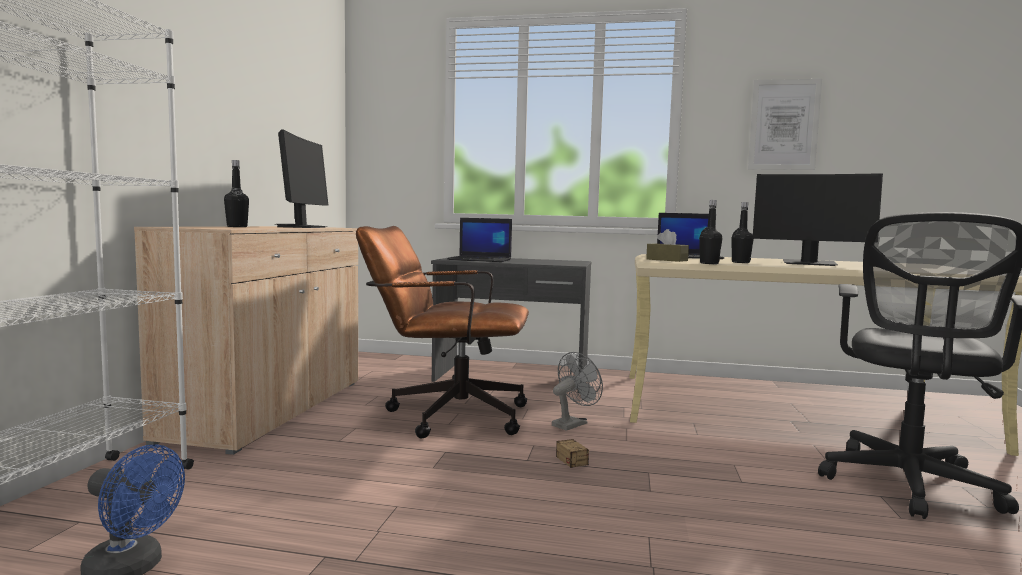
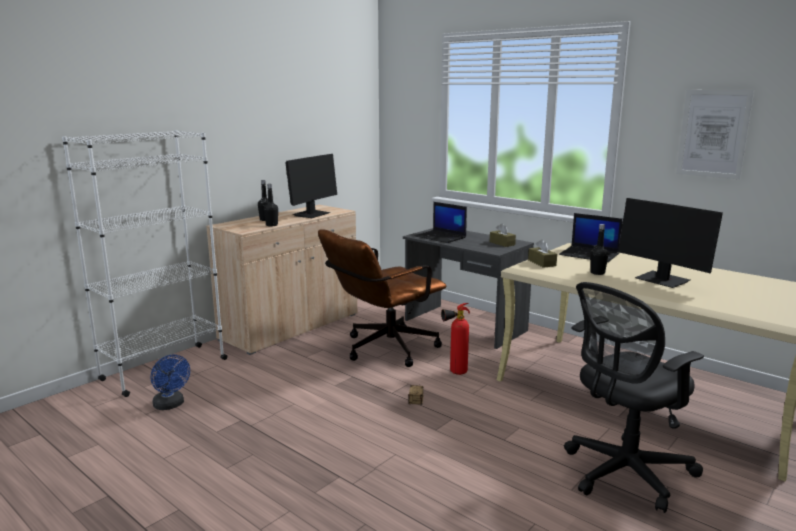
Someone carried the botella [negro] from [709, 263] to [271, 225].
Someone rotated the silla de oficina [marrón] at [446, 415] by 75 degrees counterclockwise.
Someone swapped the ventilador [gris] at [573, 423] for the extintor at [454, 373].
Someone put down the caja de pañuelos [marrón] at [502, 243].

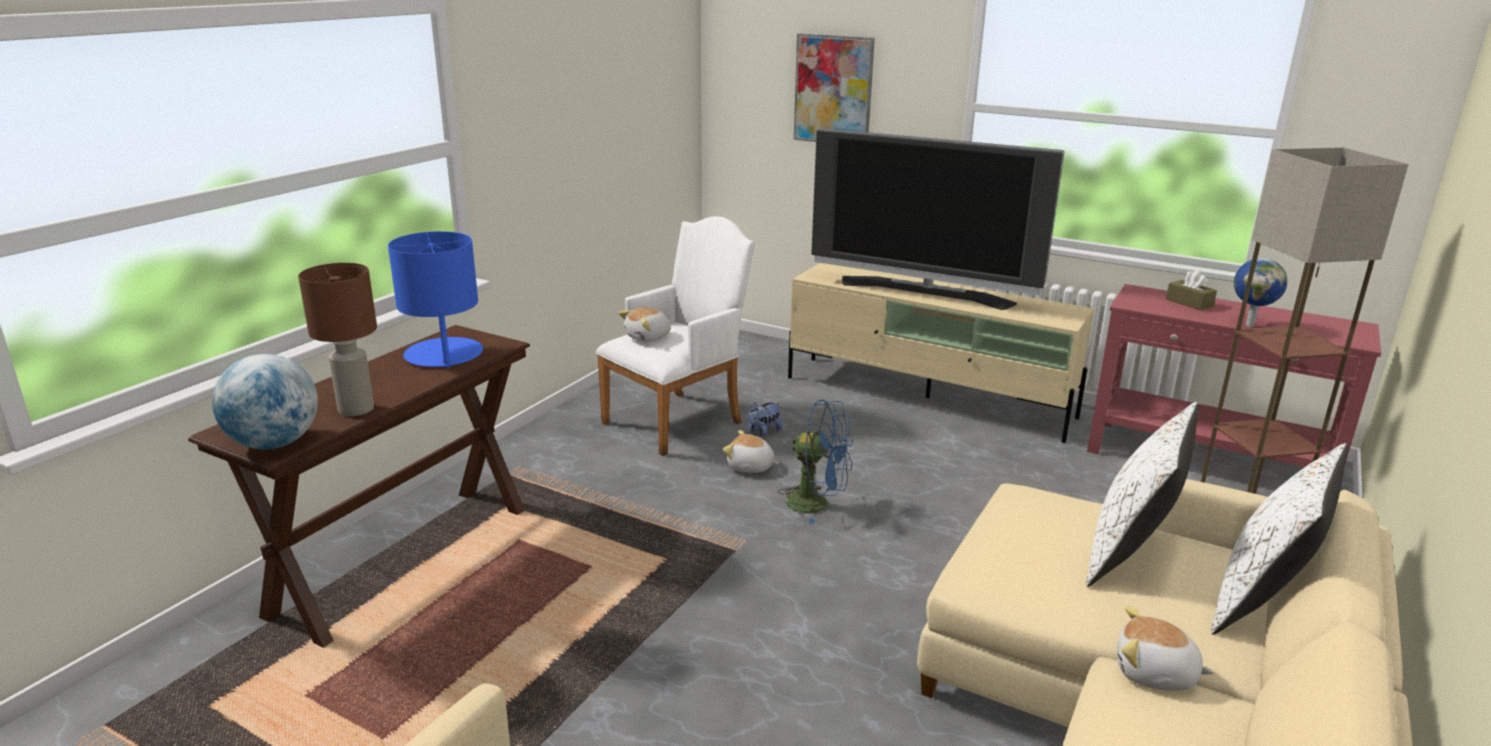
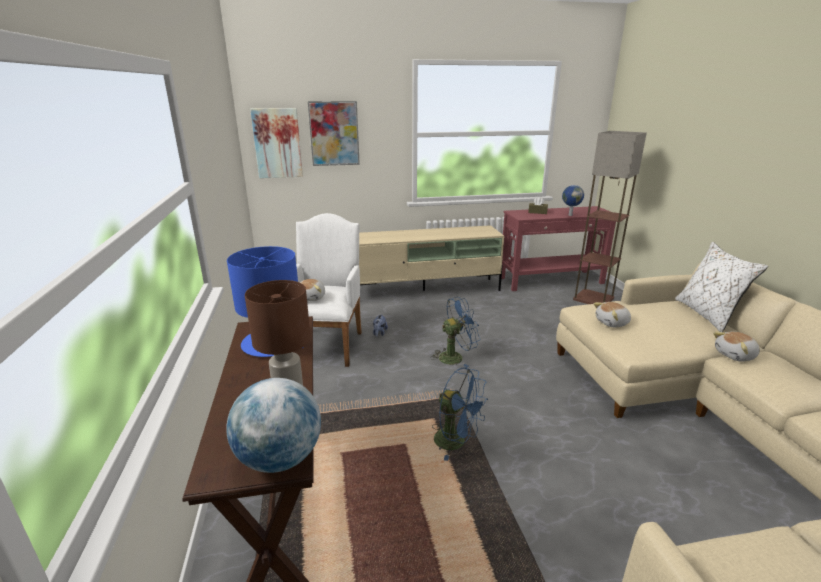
Someone put up the cuadro at [277, 143].
Someone put down the ventilador [azul] at [456, 442].
Someone carried the peluche from [750, 467] to [612, 323].
Someone took away the televisor at [925, 292].
Someone took away the cojín [blanco] at [1131, 553].

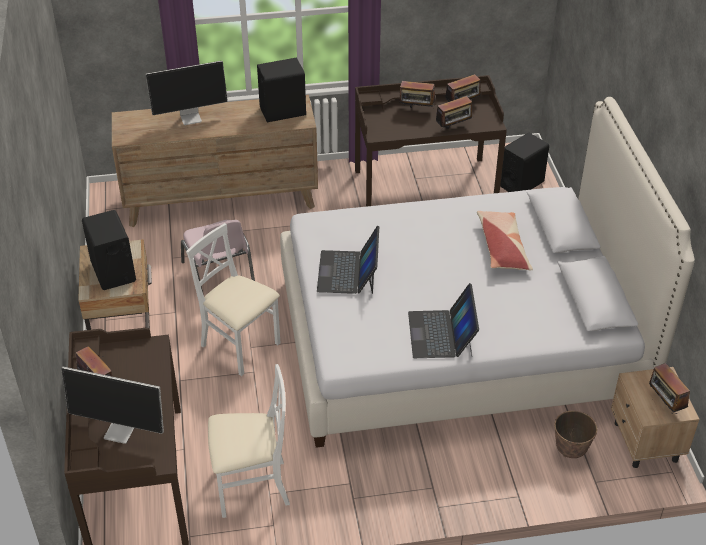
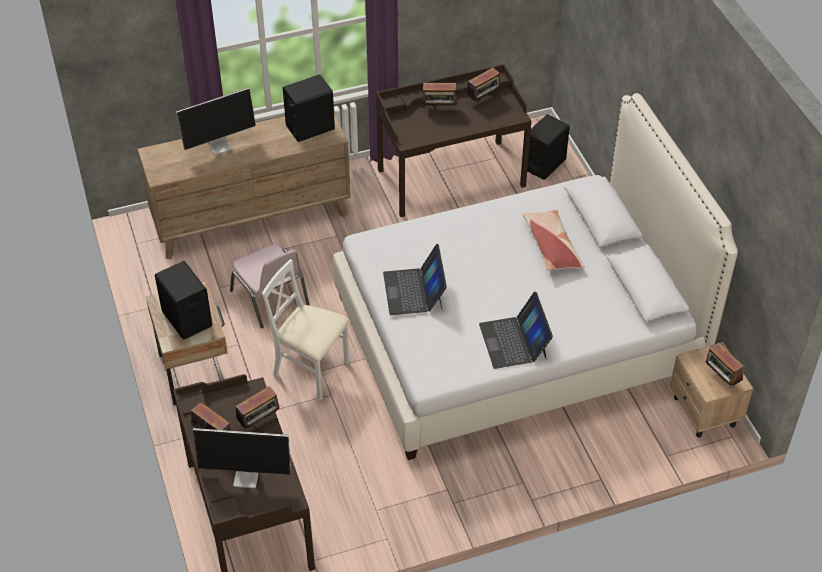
Someone carried the radio from [454, 128] to [260, 421].
Someone took away the silla [blanco] at [251, 487].
Someone took away the maceta at [570, 451].

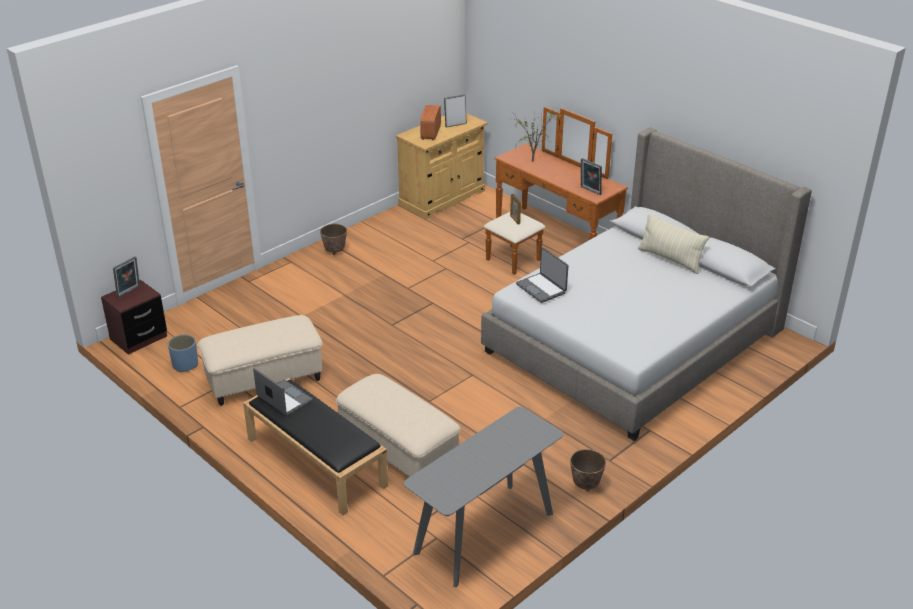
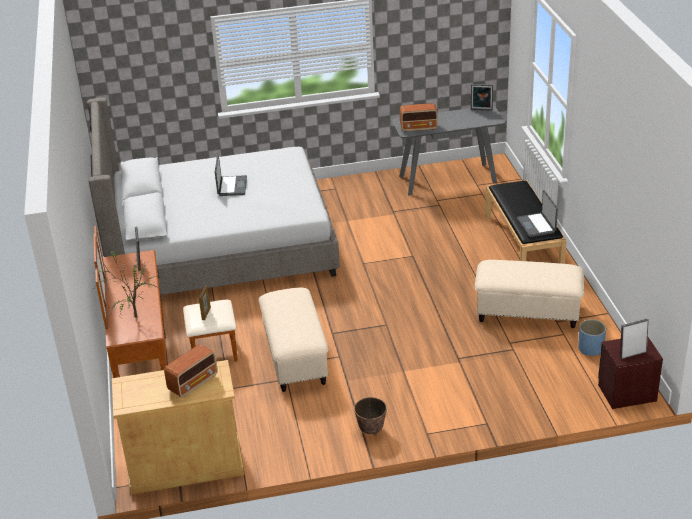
Someone carried the portátil from [541, 288] to [231, 186].
Someone carried the puf [beis] from [397, 451] to [296, 357].
Someone put down the radio at [419, 128].
Someone carried the portarretratos from [455, 124] to [481, 110].
Someone took away the maceta at [586, 485].
Someone took away the cojín [beis] at [670, 259].

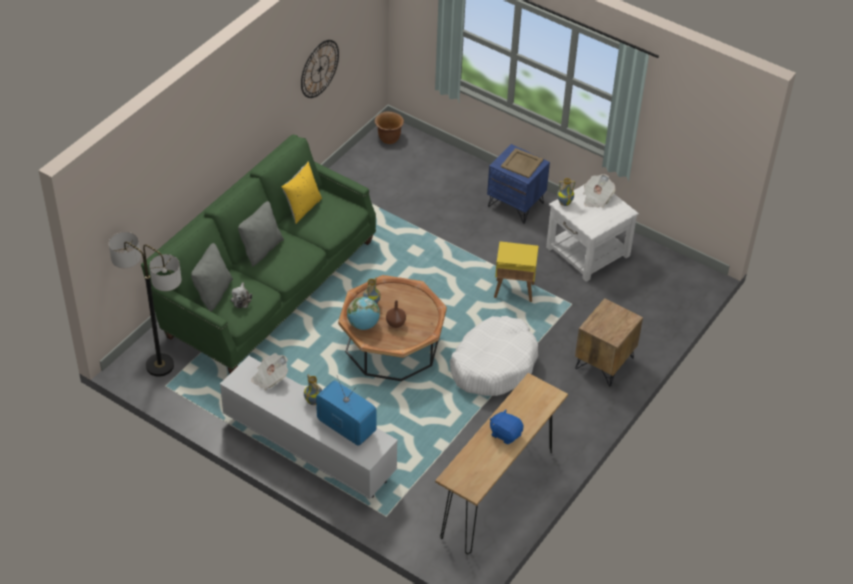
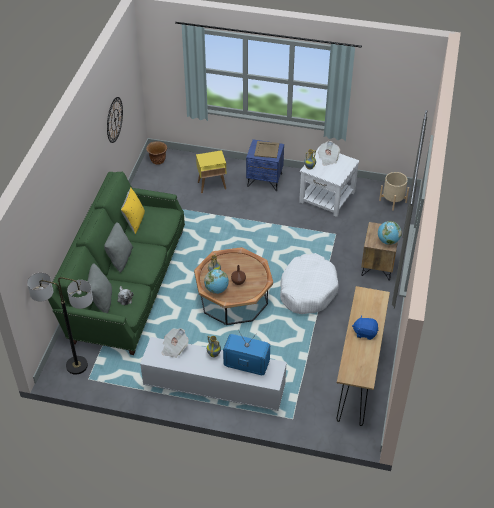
Someone carried the mesa auxiliar [amarillo] from [514, 291] to [212, 185].
Someone put down the globo terráqueo at [388, 241].
Someone put down the maceta [beis] at [393, 201].

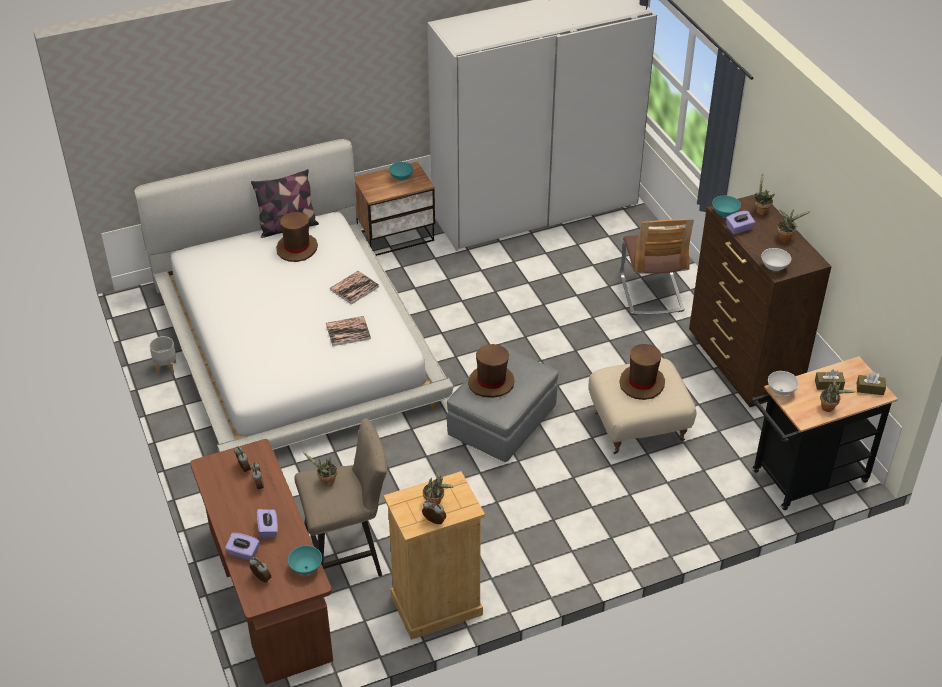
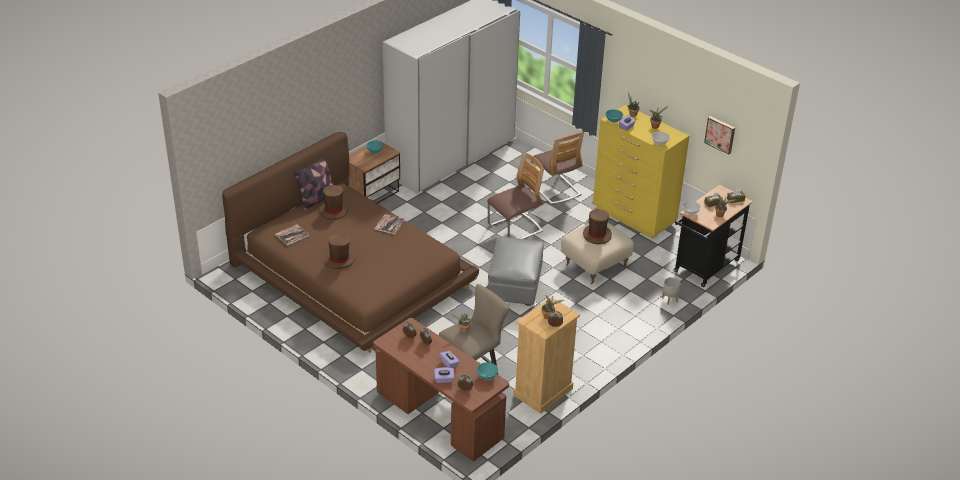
Someone repainted the cama [blanco] at [295, 342], which became the cama [marrón] at [351, 273].
Someone carried the libro from [348, 331] to [292, 235].
Someone carried the sombrero [marrón] from [491, 383] to [339, 260].
Someone put down the silla at [515, 229].
Someone repainted the cómoda [marrón] at [742, 366], which became the cómoda [amarillo] at [634, 217].
Someone carried the maceta [gris] from [166, 368] to [670, 299].
Someone put up the cuadro at [720, 134].

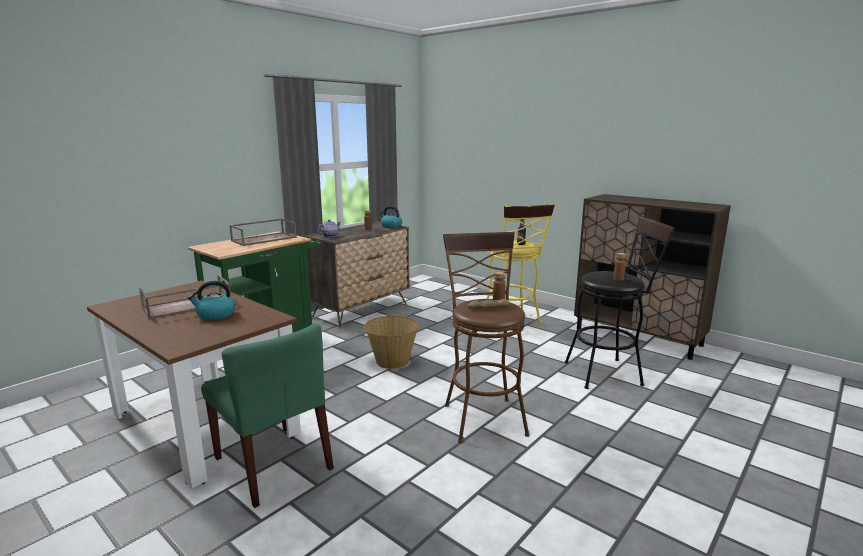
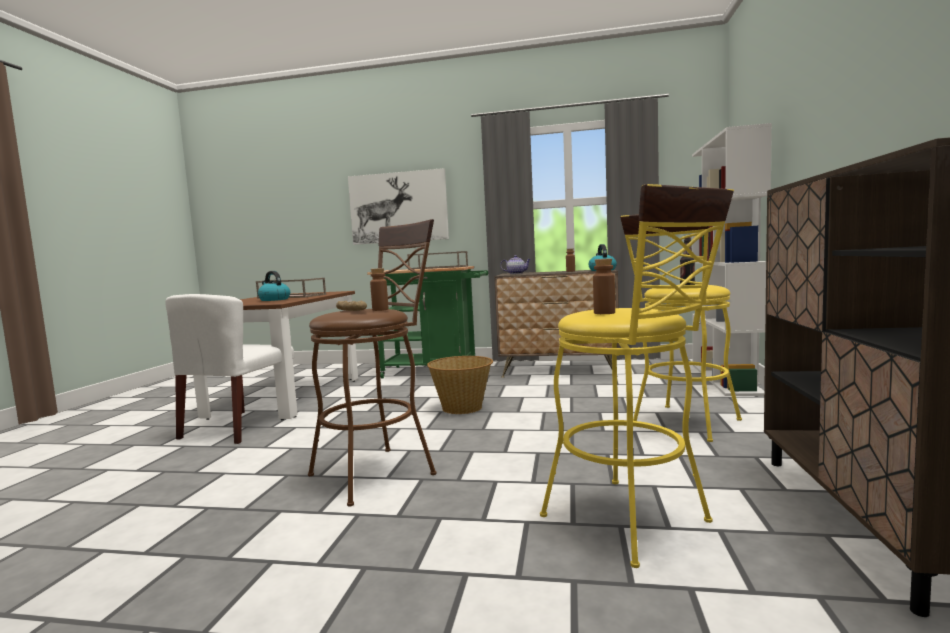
Someone repainted the silla [verde] at [273, 464], which became the silla [blanco] at [239, 426].
Someone put up the cuadro at [398, 207].
Someone repainted the taburete [negro] at [609, 373], which became the taburete [amarillo] at [636, 523].
Someone put down the estantería [blanco] at [726, 379].

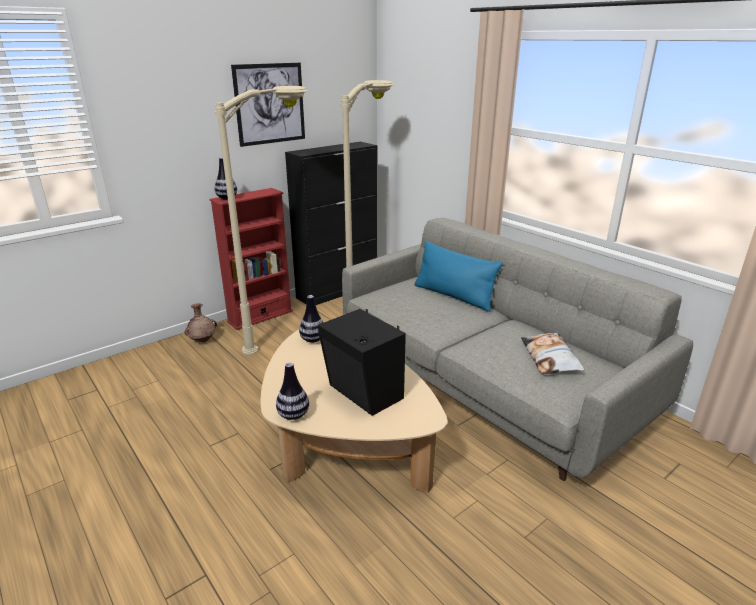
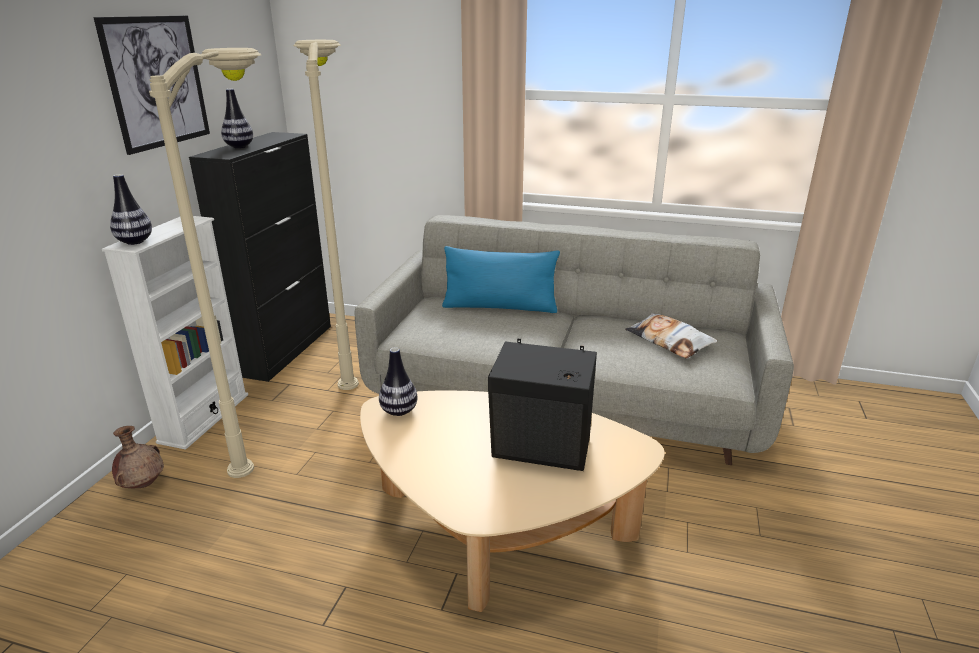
Someone repainted the estantería [rojo] at [260, 316], which became the estantería [blanco] at [204, 418].
Someone carried the florero from [293, 415] to [239, 147].

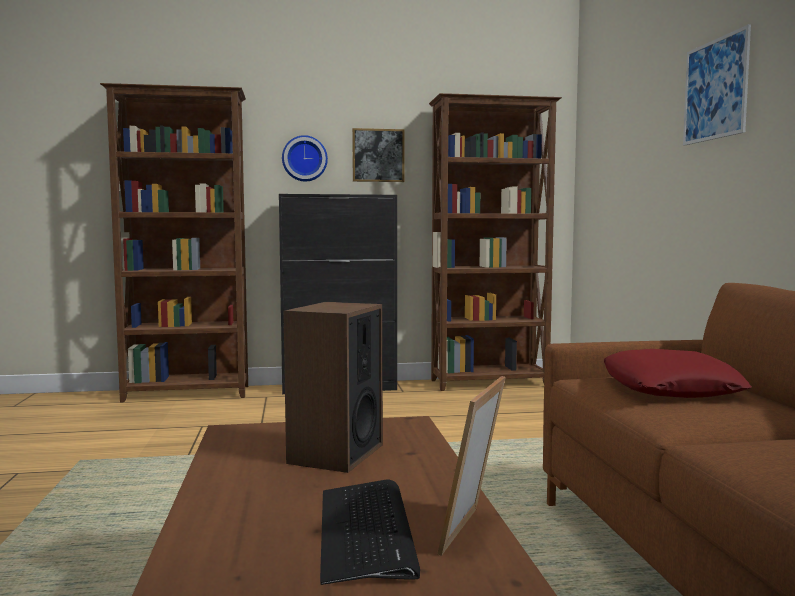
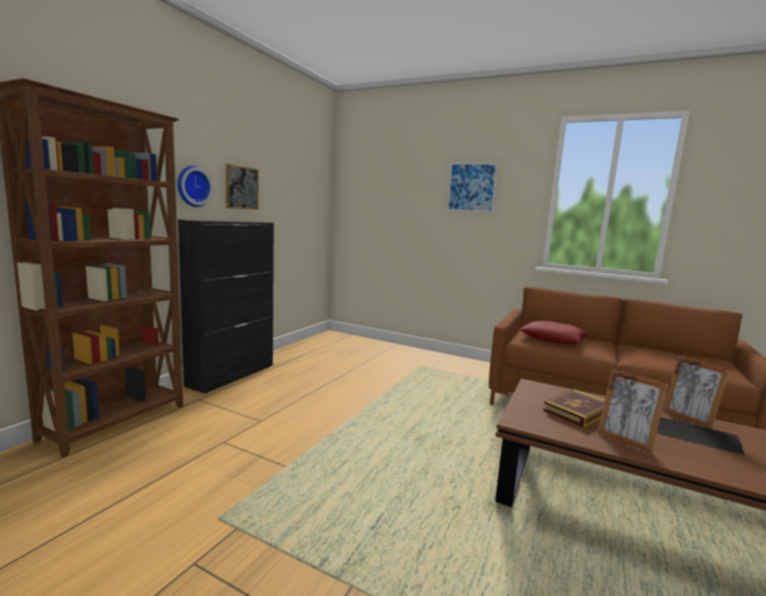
Someone swapped the altavoz at [335, 454] for the libro at [577, 411].
Someone put down the portarretratos at [625, 440].
Someone took away the estantería [marrón] at [490, 384].

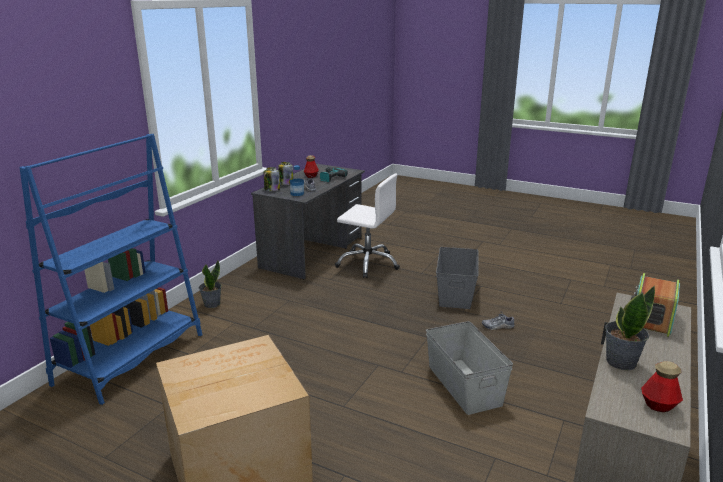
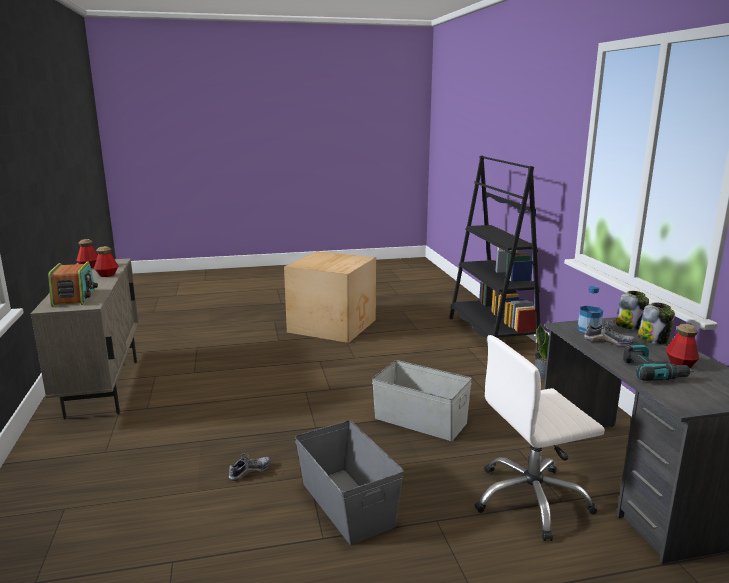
Someone swapped the planta en maceta at [620, 361] for the botella at [107, 275].
Someone carried the caja de almacenaje [gris] from [464, 385] to [420, 421].
Someone repainted the estantería [azul] at [131, 359], which became the estantería [negro] at [492, 334].

